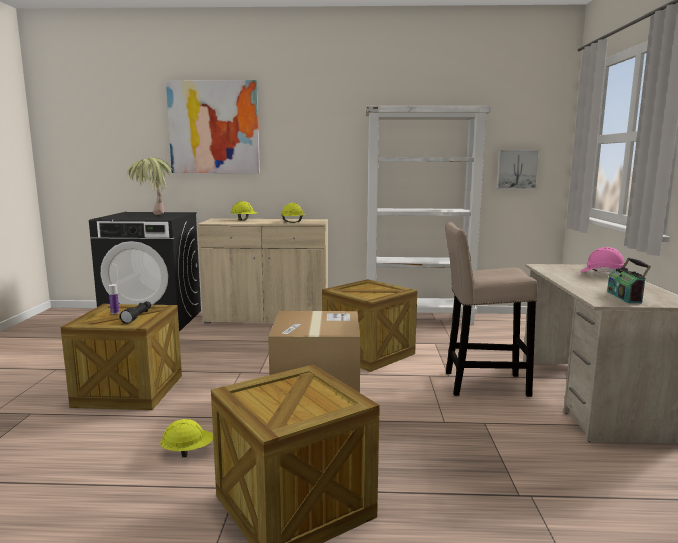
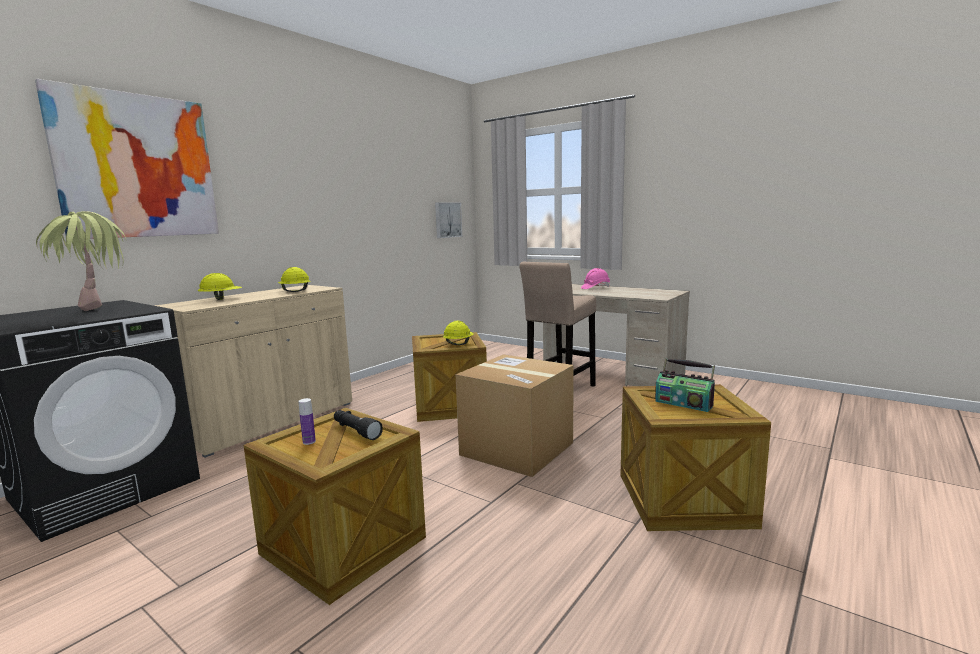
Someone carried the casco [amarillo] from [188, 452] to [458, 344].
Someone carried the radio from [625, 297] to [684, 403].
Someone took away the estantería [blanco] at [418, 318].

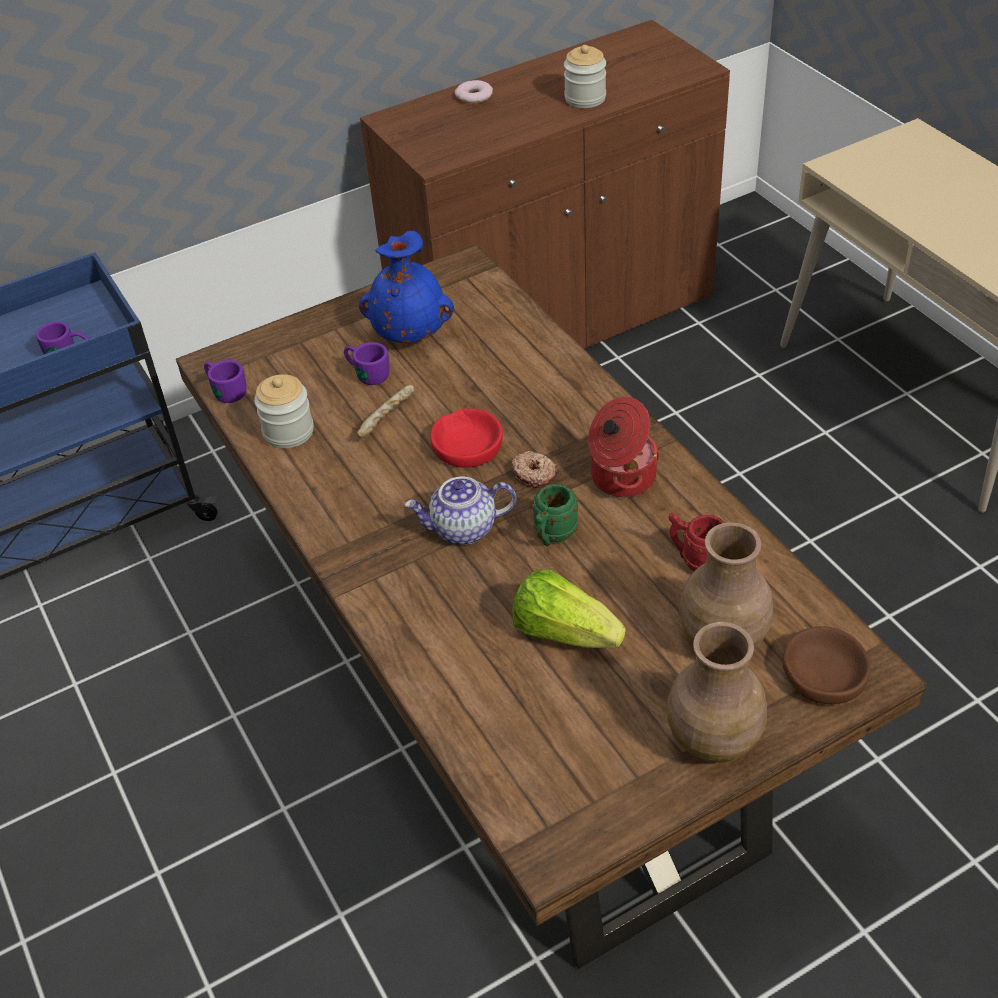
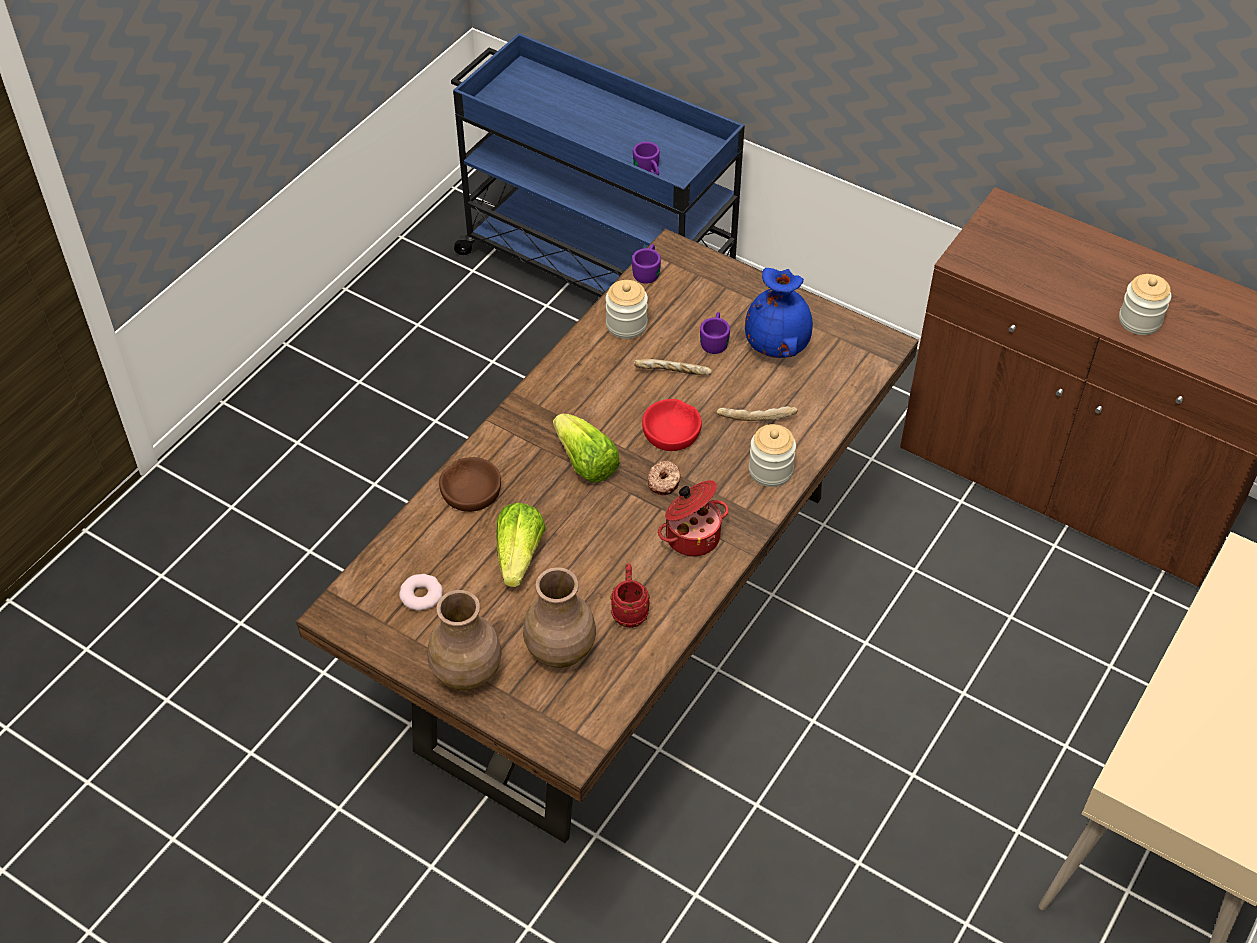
Someone carried the rosquilla from [474, 96] to [421, 595].
Someone carried the cuenco [marrón] from [824, 674] to [471, 490].
Someone swapped the tetera at [463, 529] for the lechuga at [585, 462].
Someone put down the pan at [756, 416].
Someone put down the tarro at [770, 470].
Someone took away the taza grande [verde] at [552, 536].

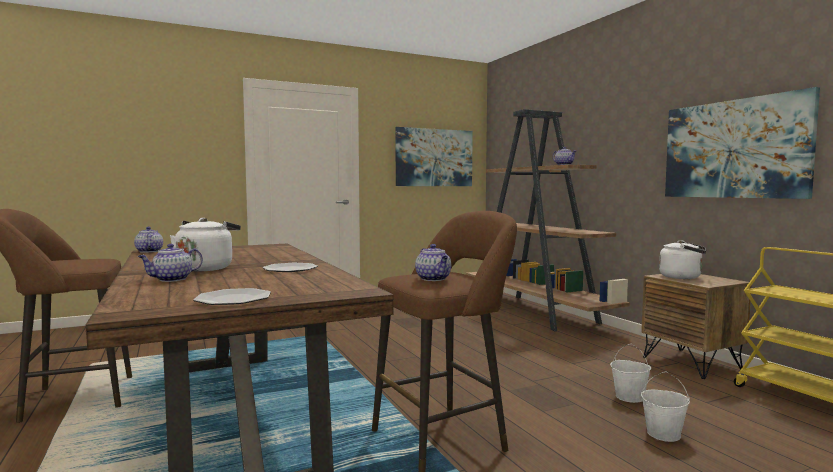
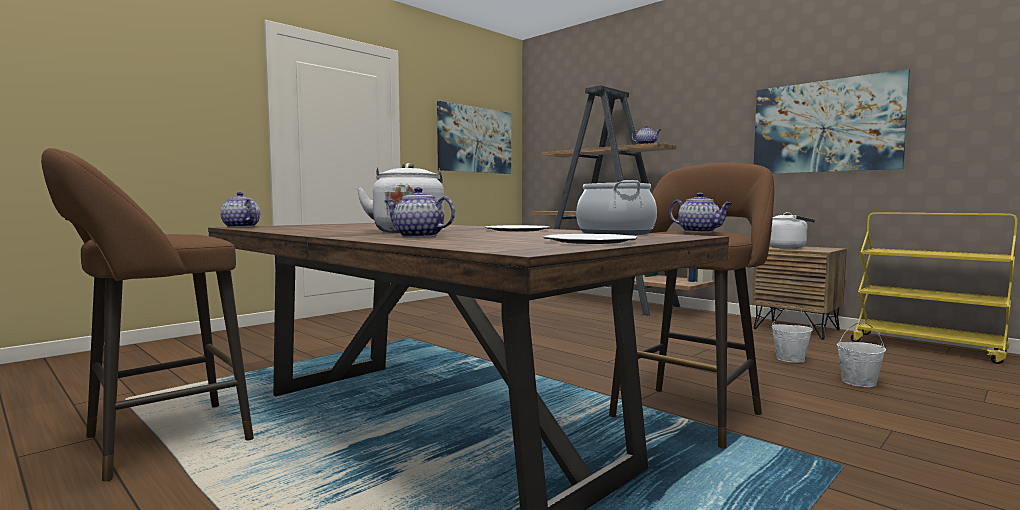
Someone rotated the tetera at [171, 279] by 90 degrees clockwise.
Someone put down the olla at [616, 233].

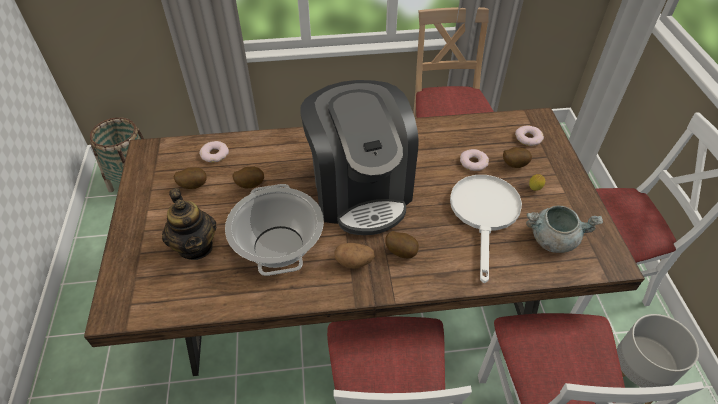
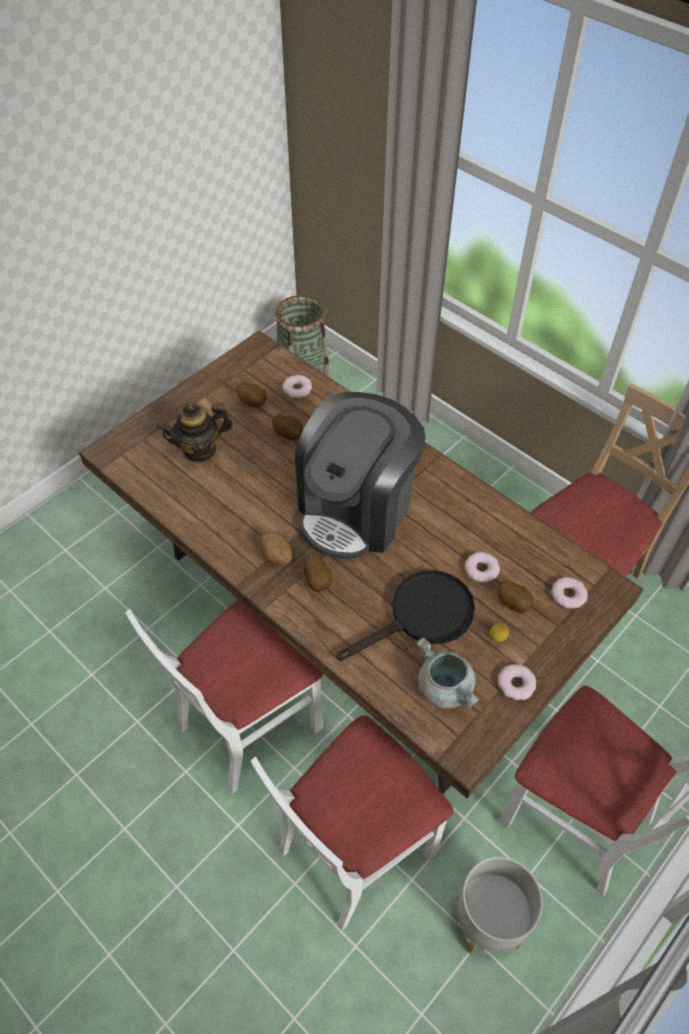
Someone rotated the tetera at [196, 246] by 45 degrees clockwise.
Someone repainted the sartén [blanco] at [484, 214], which became the sartén [negro] at [421, 616].
Someone put down the rosquilla at [516, 684].
Someone took away the olla at [278, 246].

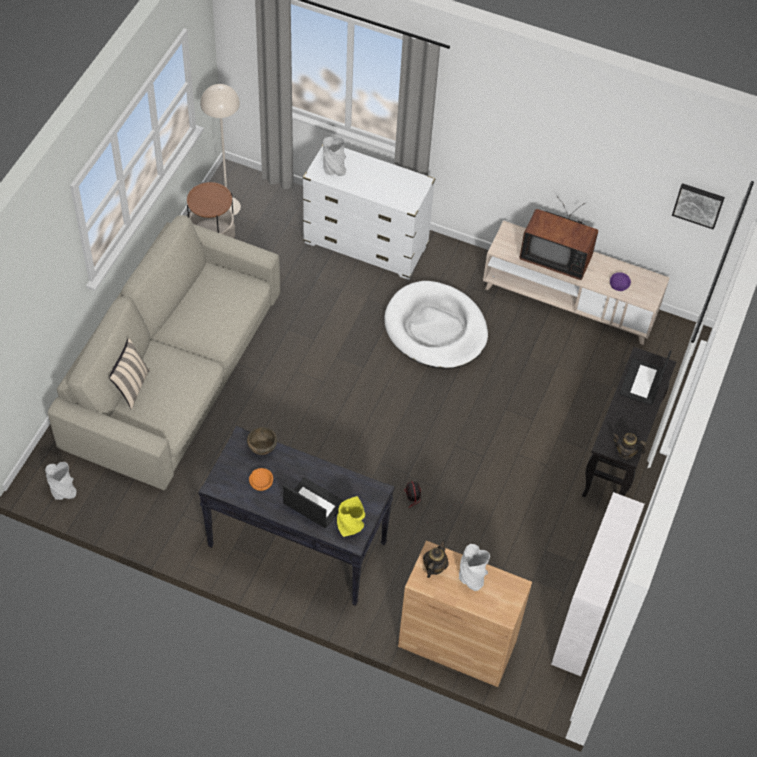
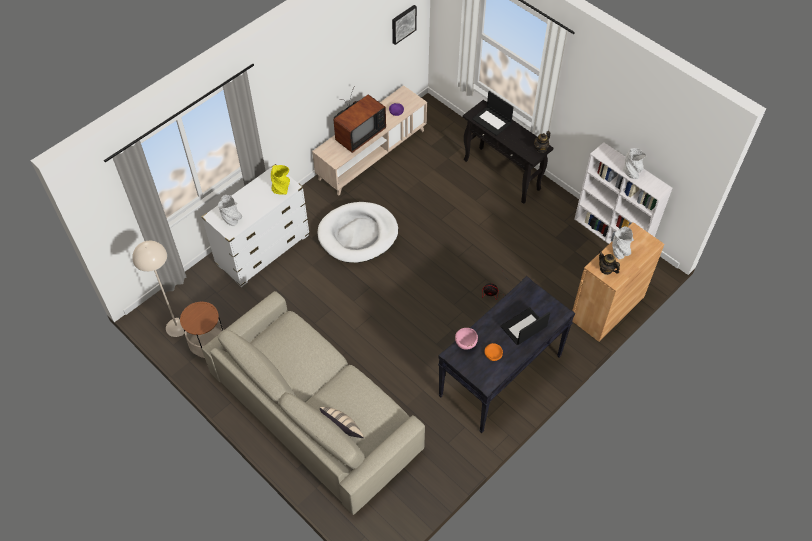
Someone carried the florero [amarillo] from [351, 527] to [282, 188].
Someone repainted the cuenco [marrón] at [262, 449], which became the cuenco [rosa] at [465, 344].
Someone carried the florero [gris] from [63, 490] to [631, 173].

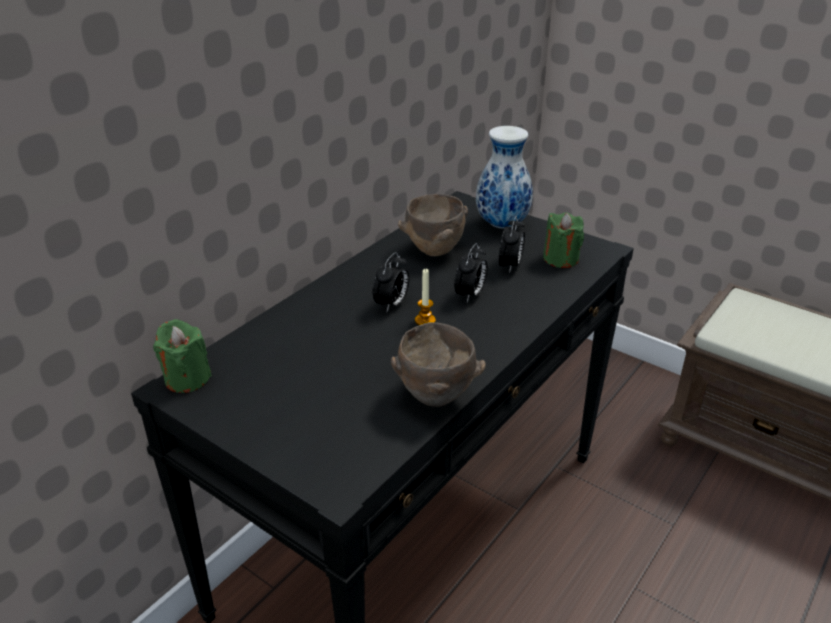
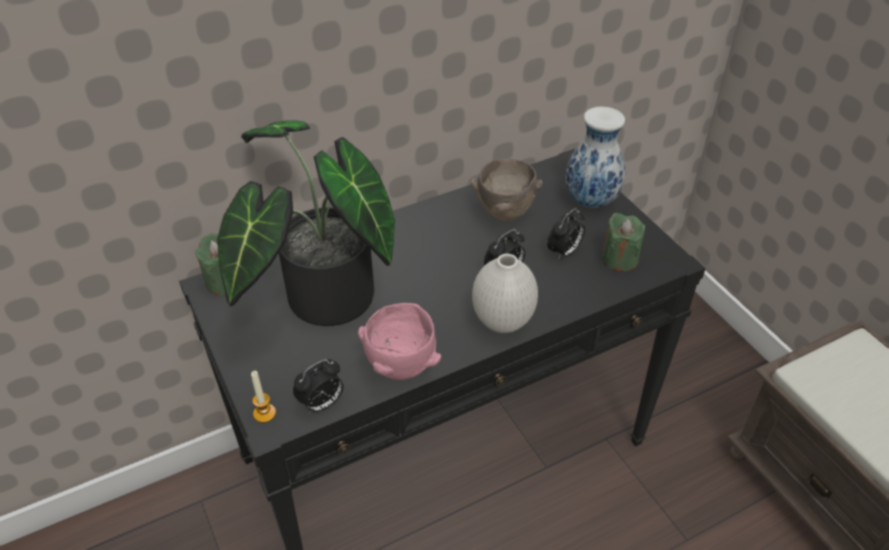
Someone put down the planta en maceta at [320, 299].
Someone carried the vela from [425, 320] to [264, 413].
Someone carried the despertador from [392, 304] to [321, 404].
Someone repainted the cuenco [marrón] at [436, 398], which became the cuenco [rosa] at [401, 369].
Someone put down the florero [blanco] at [503, 322].

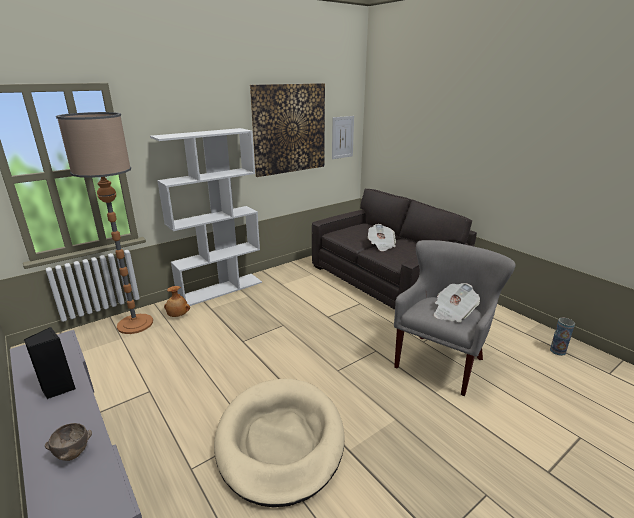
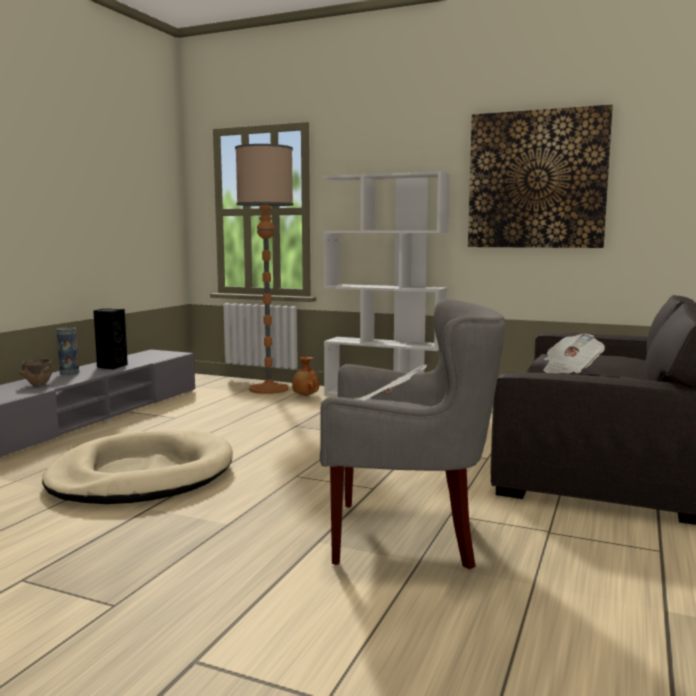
Someone carried the florero from [557, 351] to [69, 373].
Someone took away the cuadro at [342, 137].

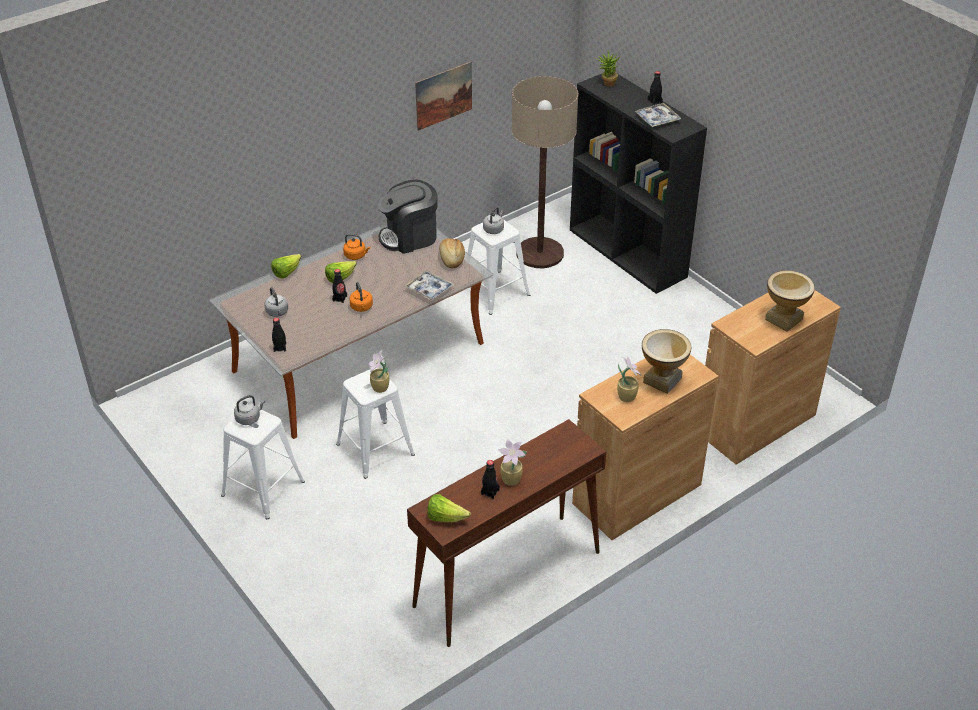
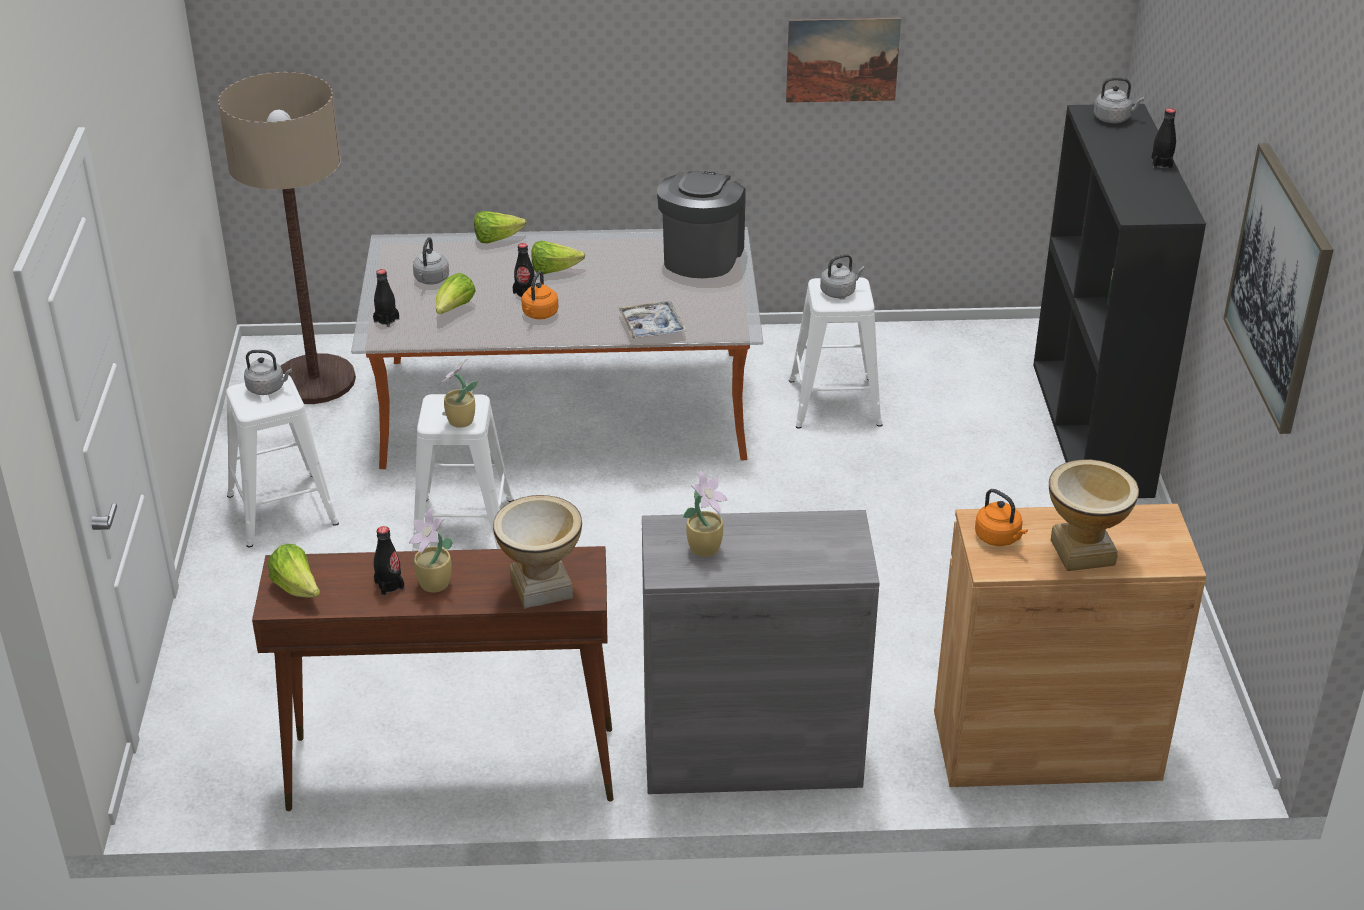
Someone carried the lámpara de pie from [539, 253] to [314, 380].
Someone put down the lechuga at [454, 309].
Someone carried the florero from [662, 380] to [541, 588].
Someone repainted the armario [marrón] at [637, 494], which became the armario [gris] at [751, 752].
Someone rotated the cafetera at [409, 237] by 90 degrees clockwise.
Someone carried the hervidor [naranja] from [356, 256] to [999, 538].
Someone swapped the planta en maceta at [606, 83] for the hervidor [gris] at [1113, 118].
Someone put up the cuadro at [1279, 286].
Someone took away the pan at [451, 259].
Someone took away the bandeja at [657, 119].

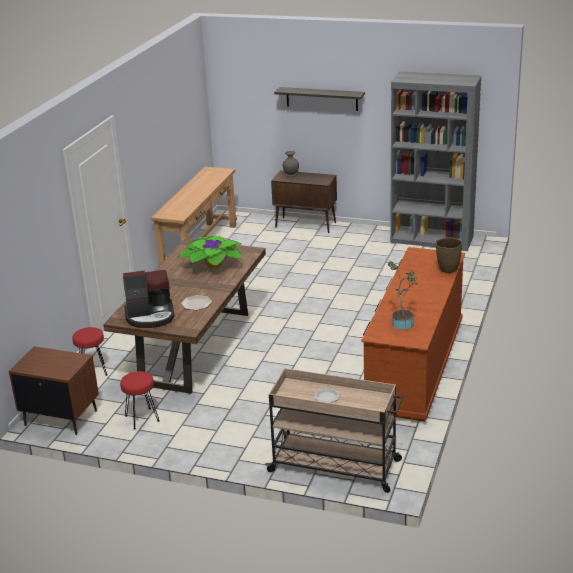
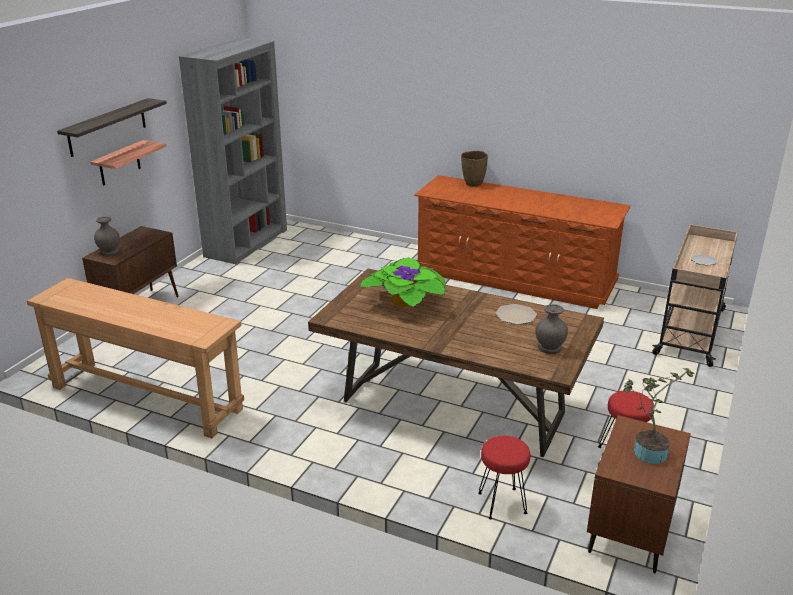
Someone put up the estante at [119, 163].
Someone swapped the cafetera at [150, 316] for the florero [gris] at [549, 347].
Someone carried the planta en maceta from [403, 323] to [646, 451].

